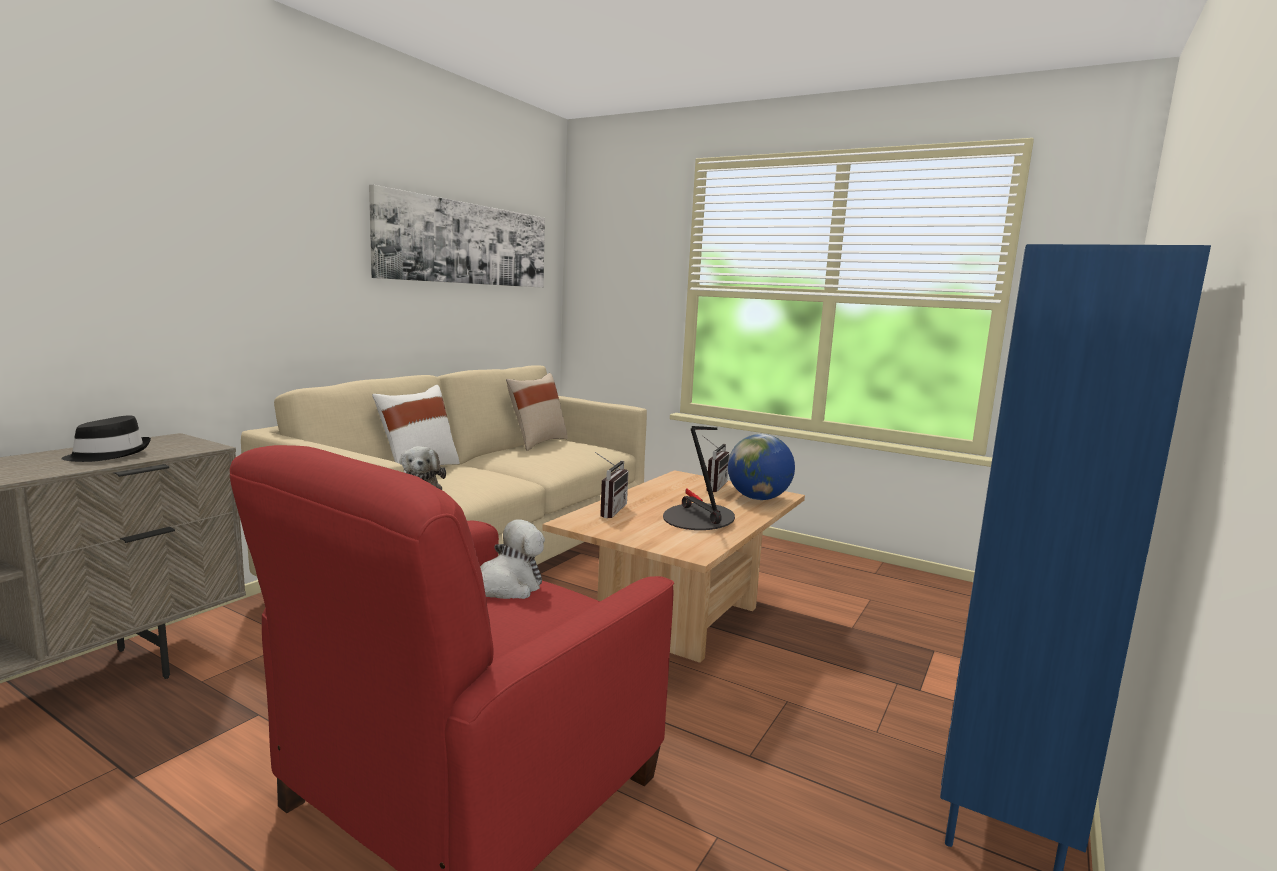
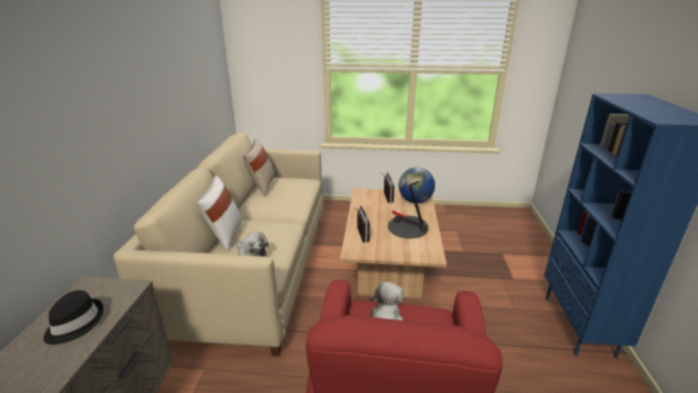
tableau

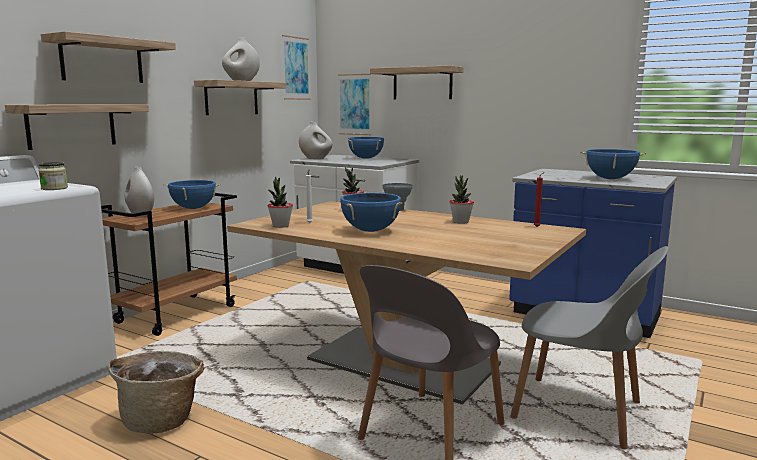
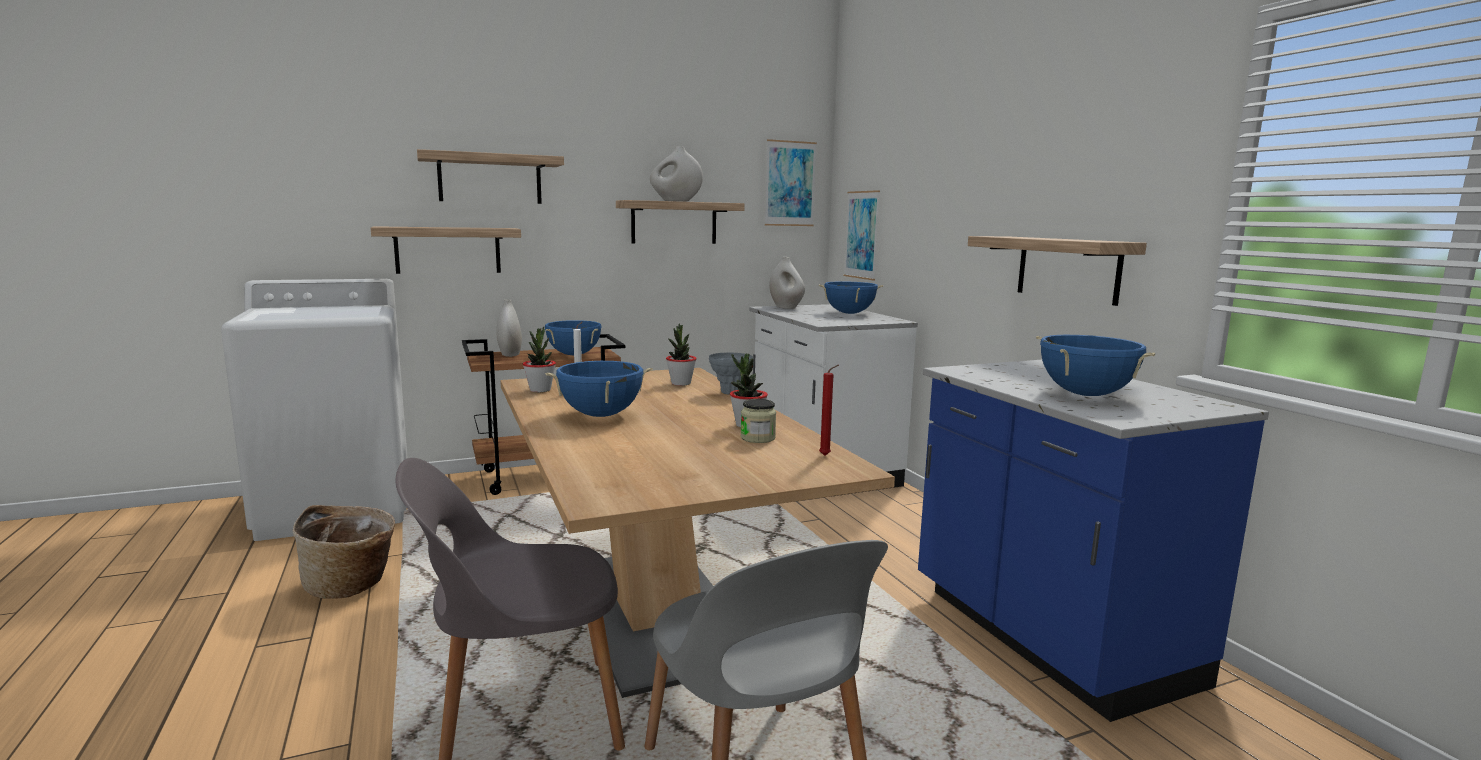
bocal
étagère (4th from left)

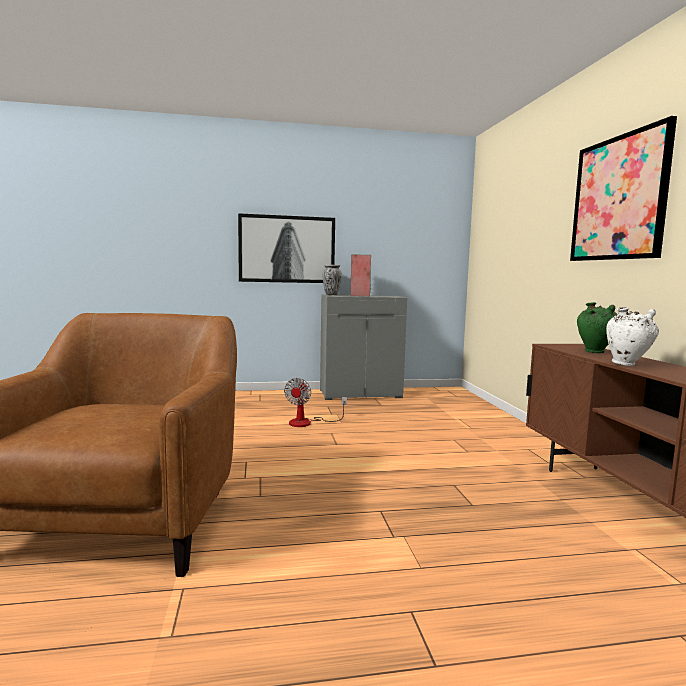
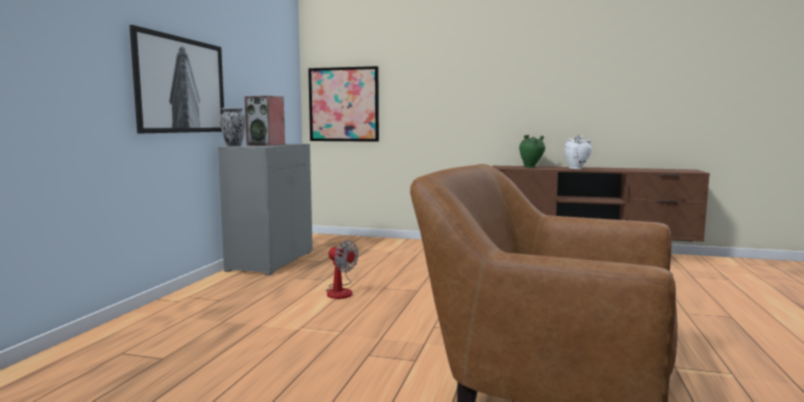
tableau (2nd from left)

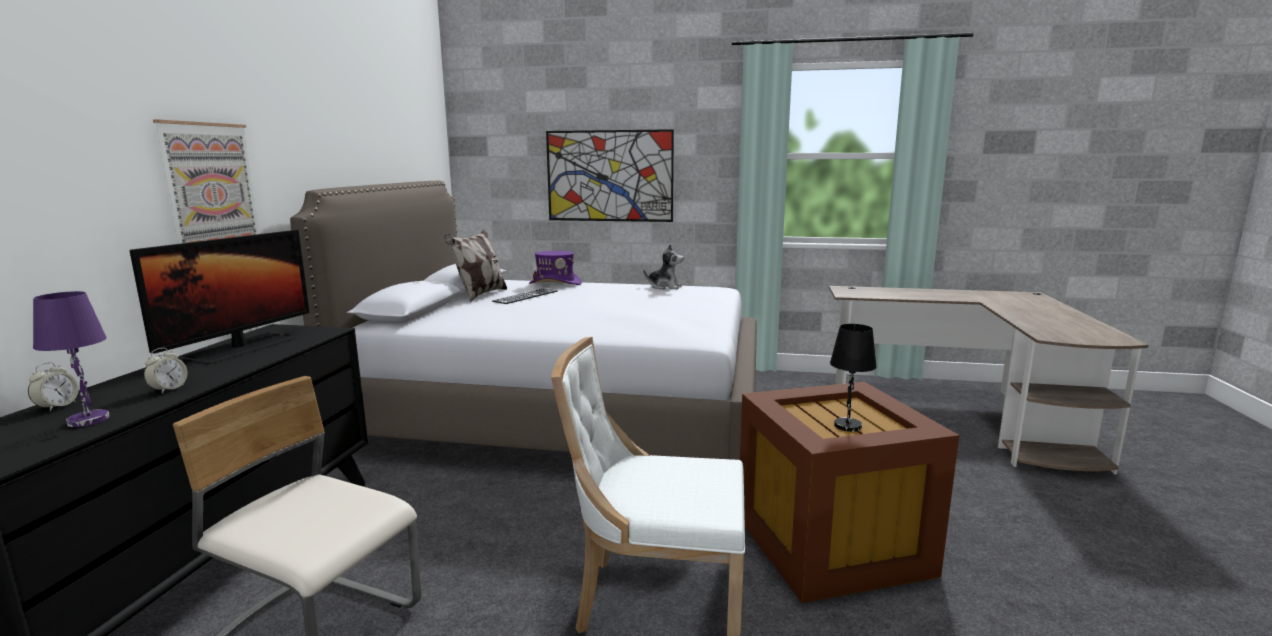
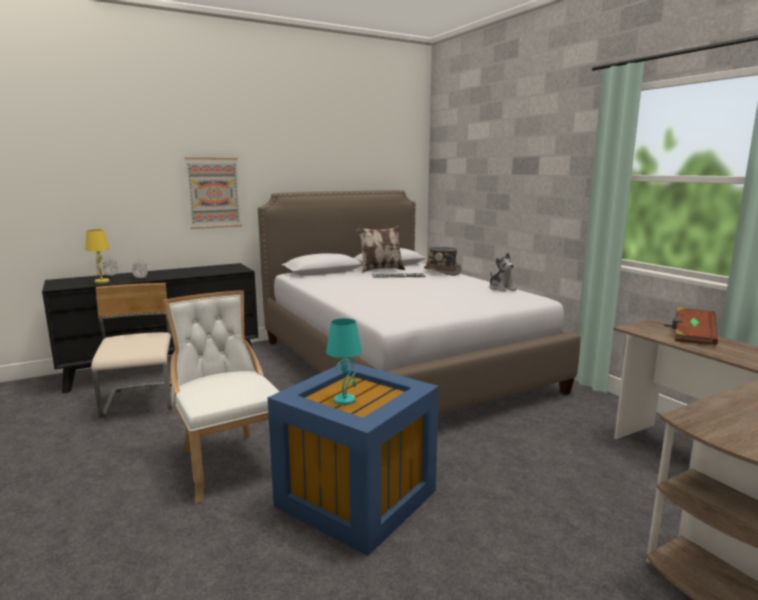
lampe de table/jaune
écran d'ordinateur
chapeau/gris
tableau (2nd from left in the first image)
boîte de rangement/bleu
lampe de table/turquoise
livre/marron

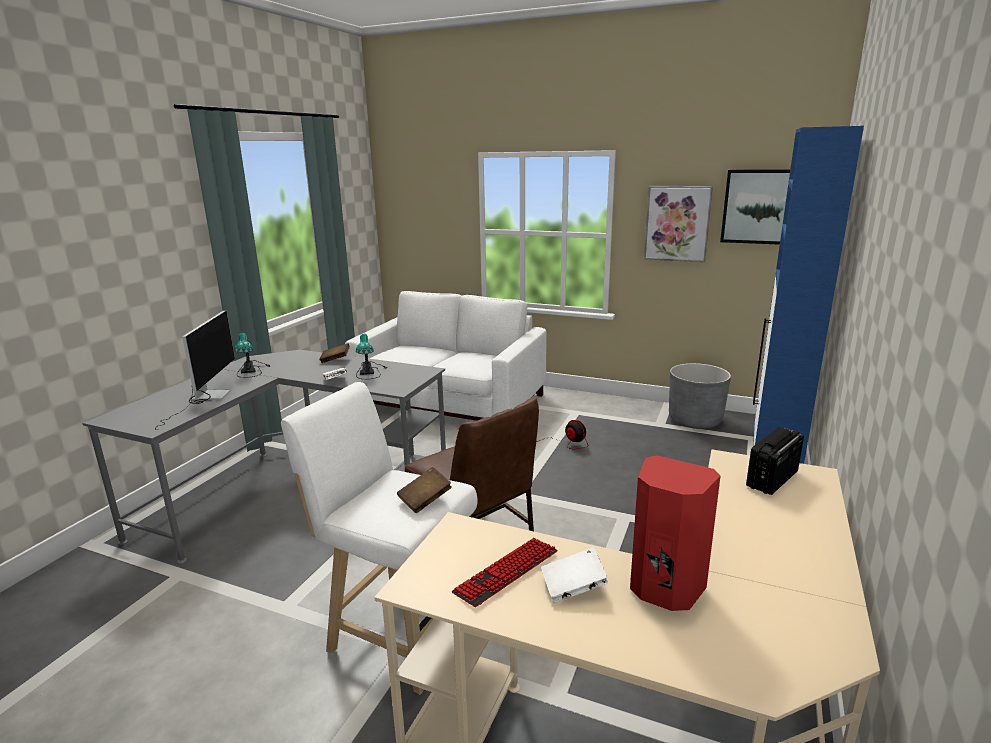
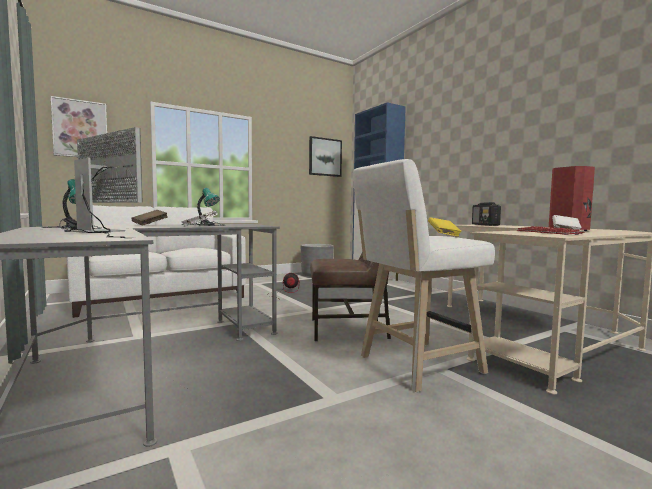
livre/jaune
tableau (1st from left)

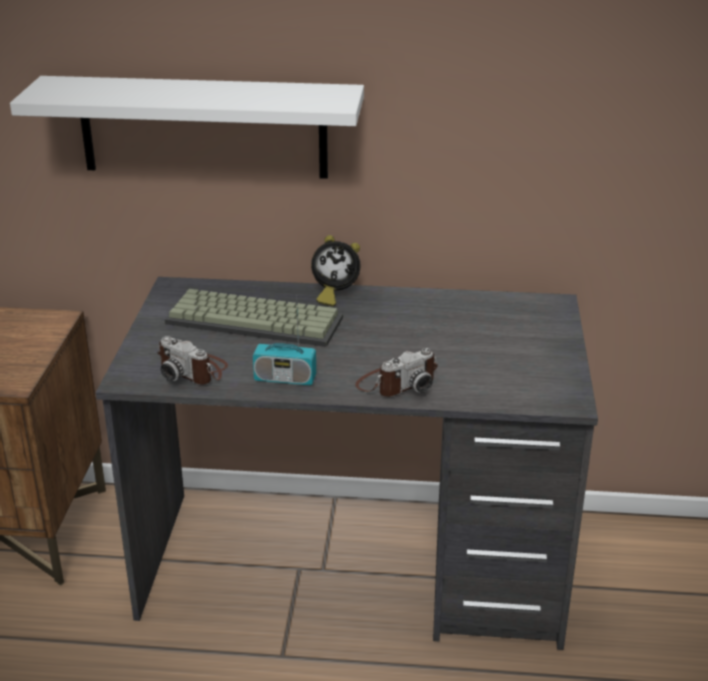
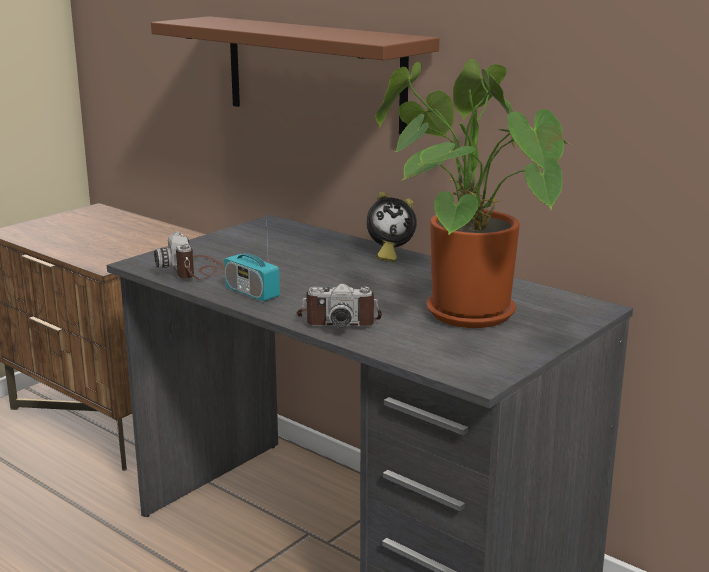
étagère/marron
clavier
réveil
plante en pot

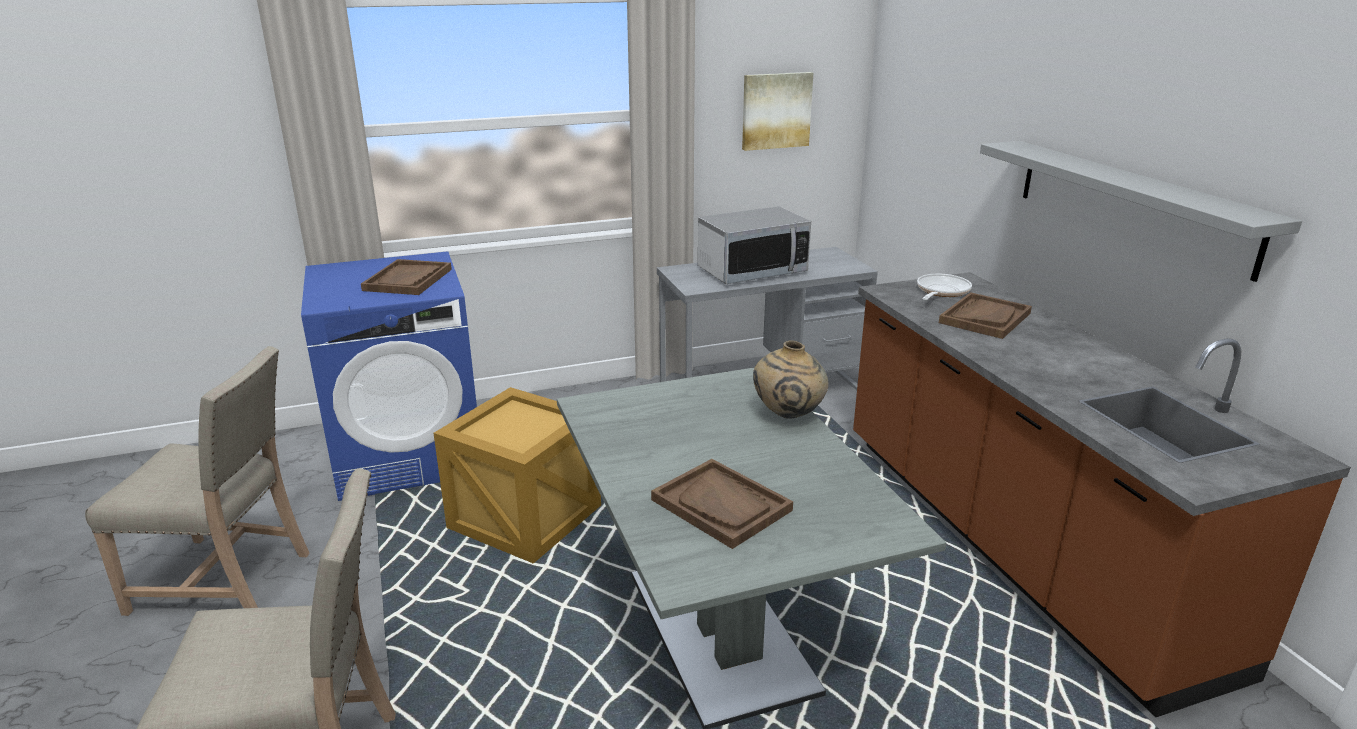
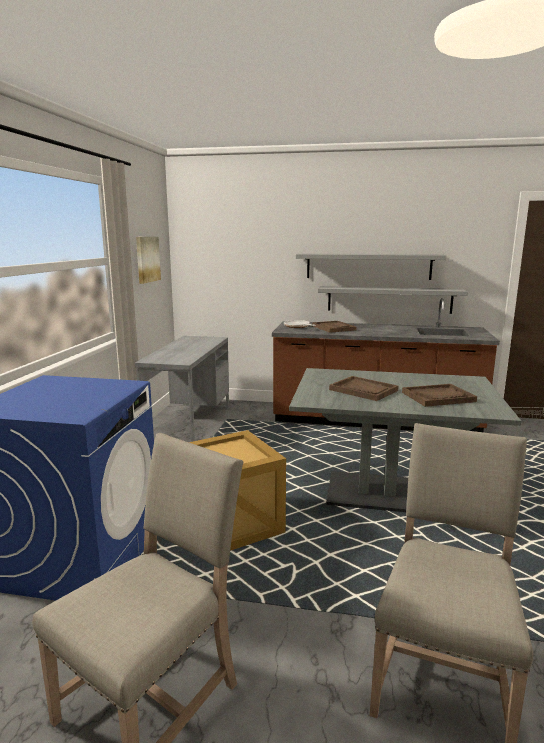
plateau/marron (2nd from left)
micro-ondes
vase/beige
étagère/gris (2nd from left)

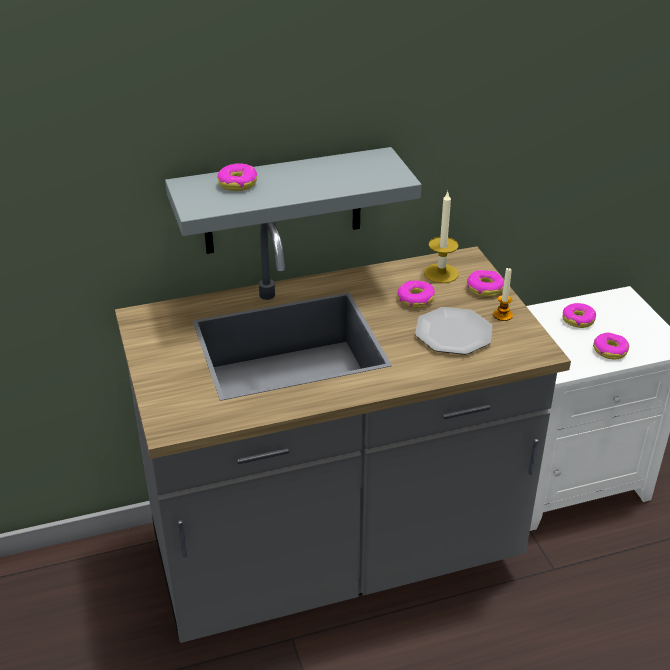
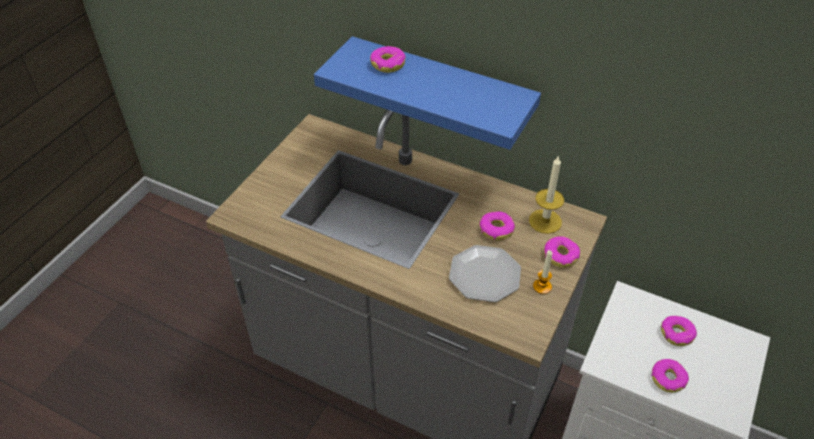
étagère/bleu

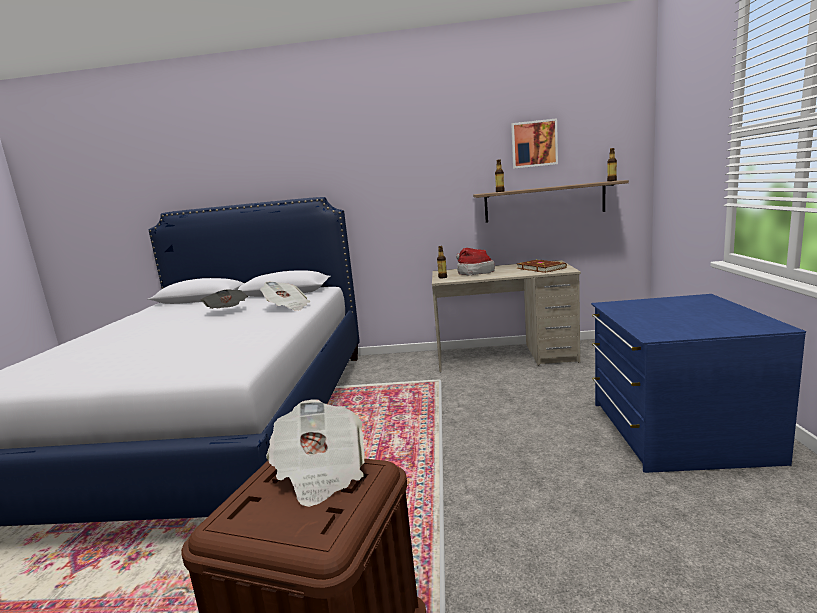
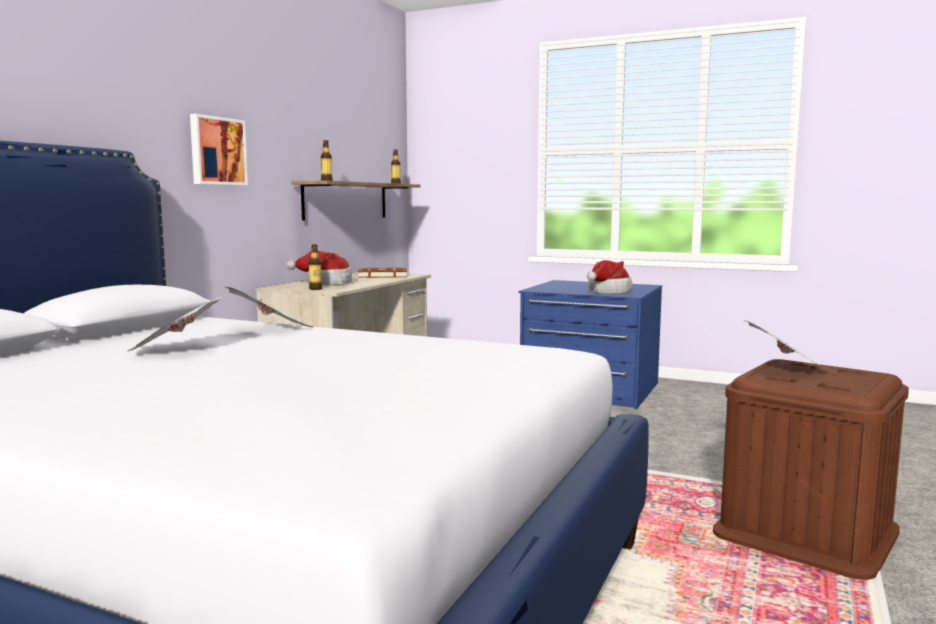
tableau
chapeau (2nd from left)

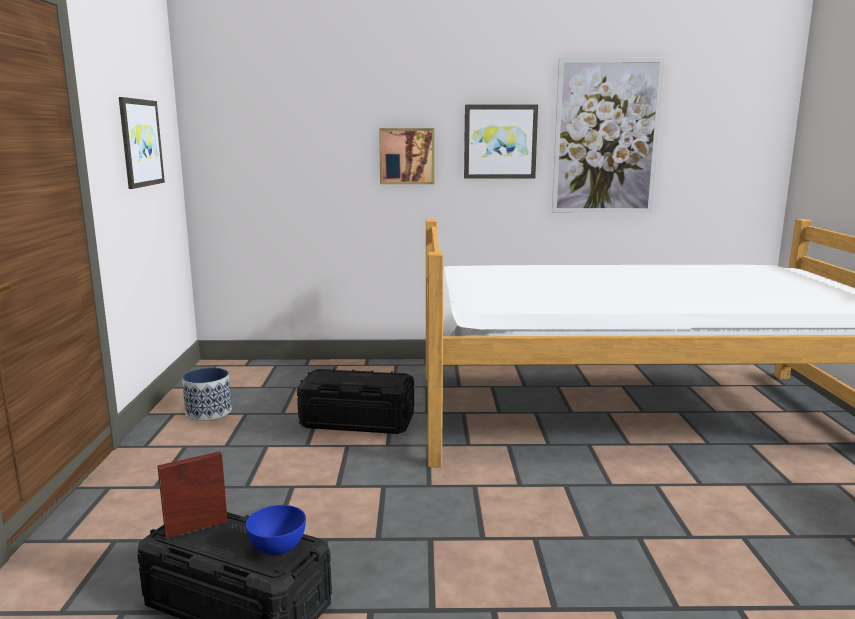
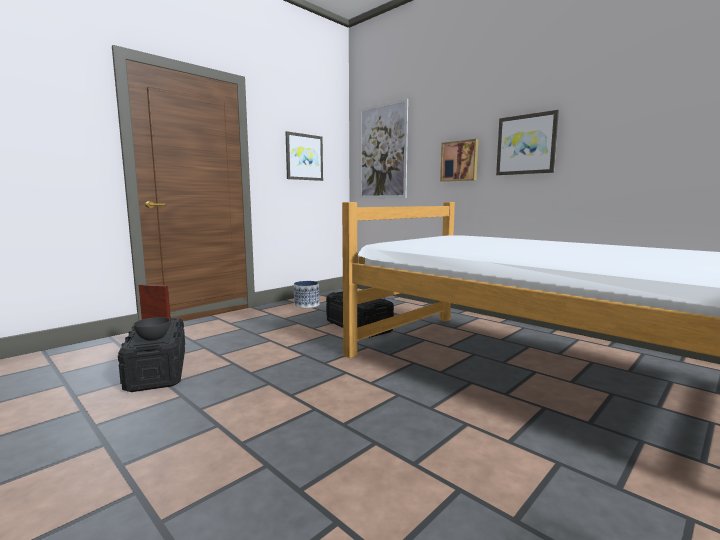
bol/gris
tableau (2nd from left)

